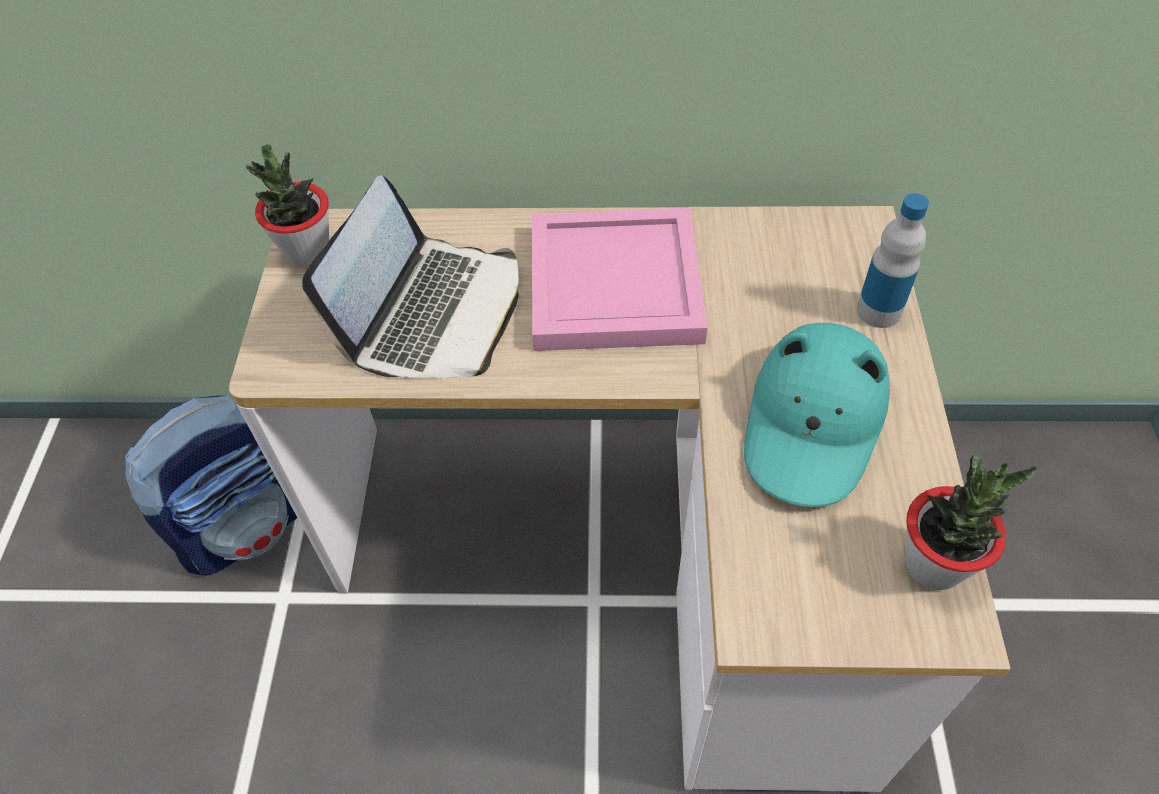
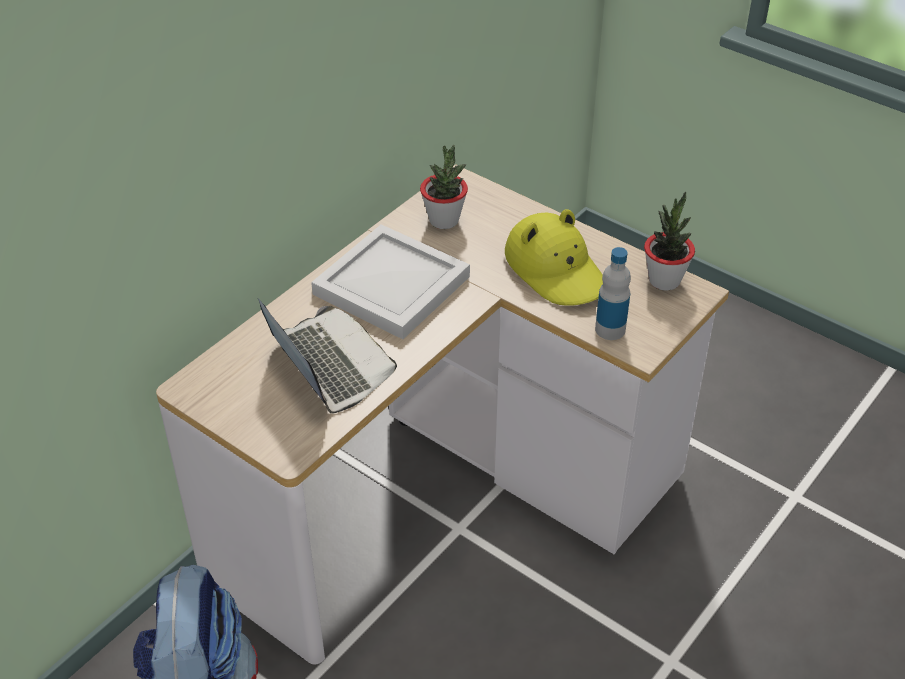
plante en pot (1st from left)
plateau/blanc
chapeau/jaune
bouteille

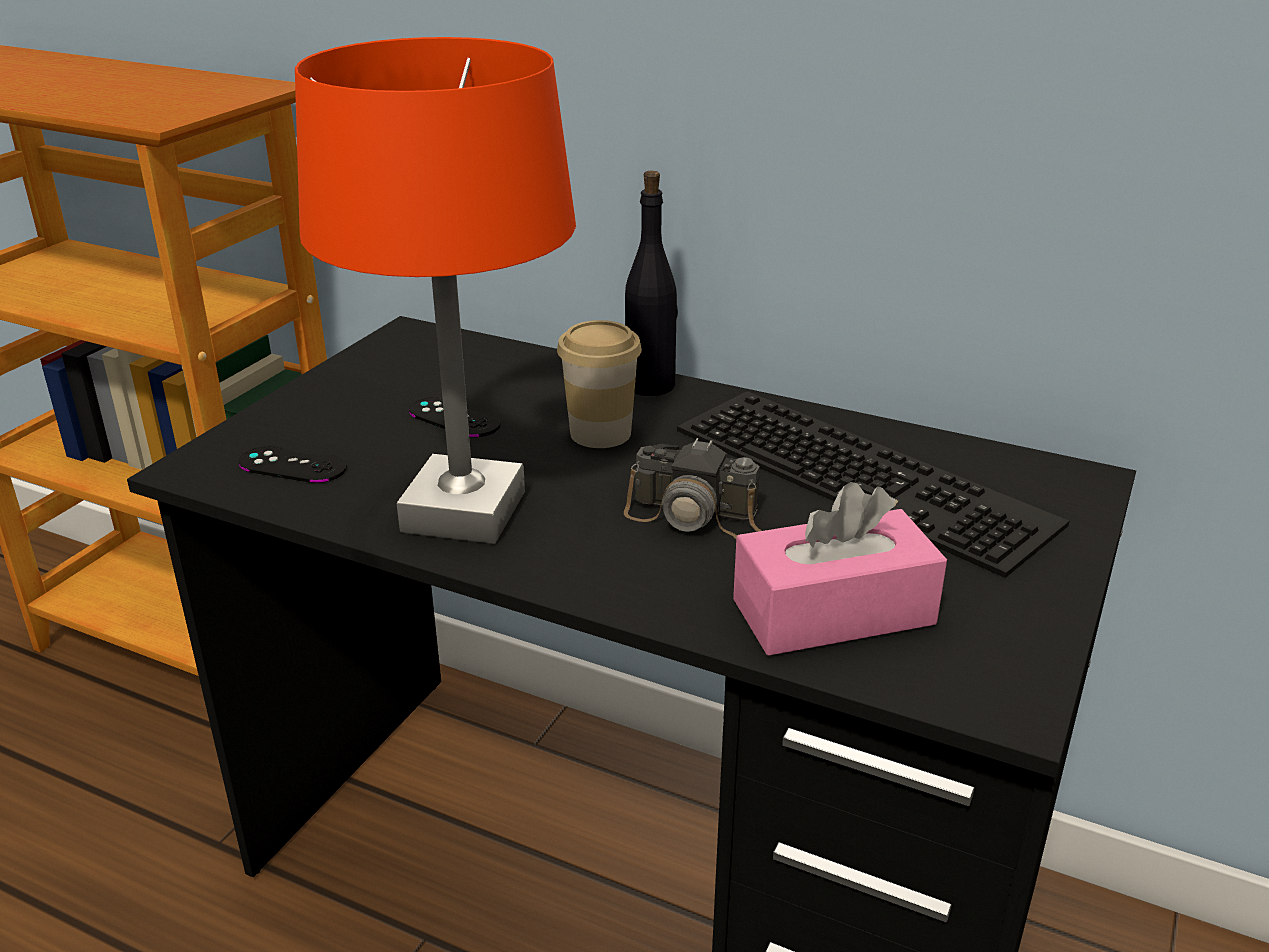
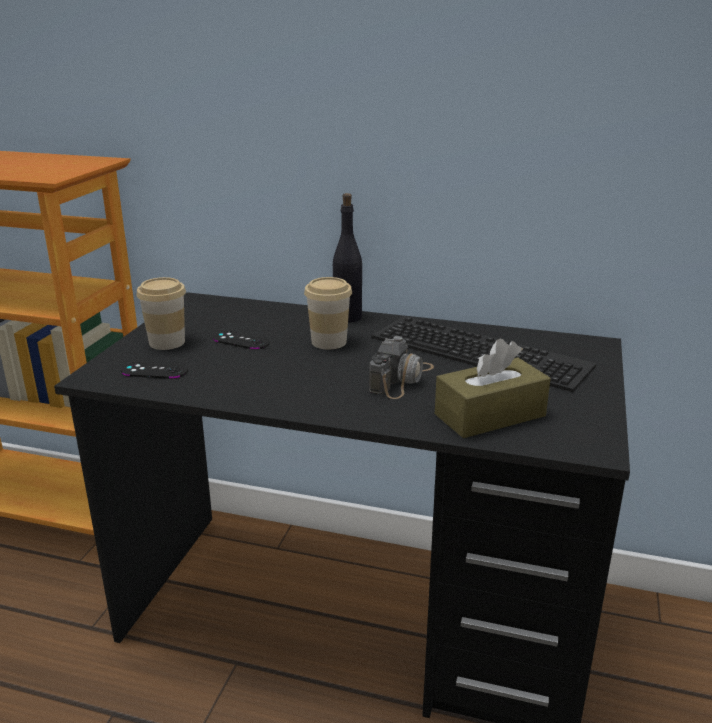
lampe de table/orange
appareil photo
boîte à mouchoirs/marron
tasse (1st from left)

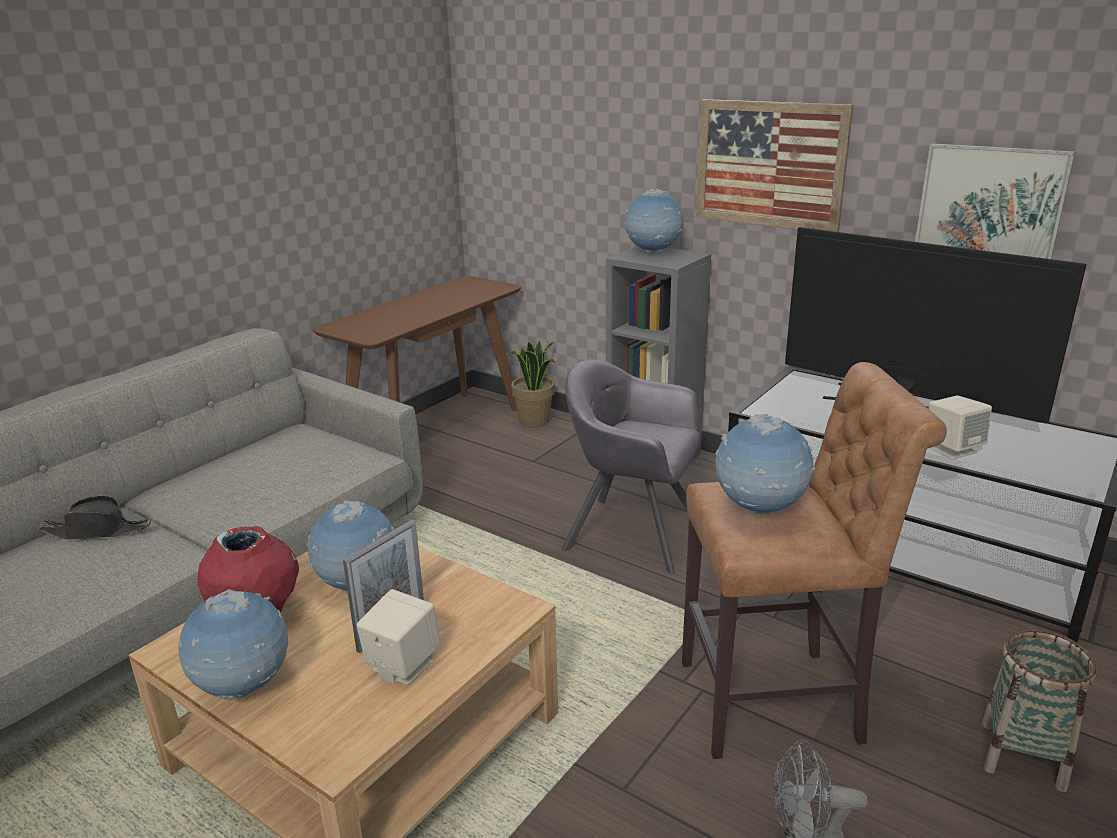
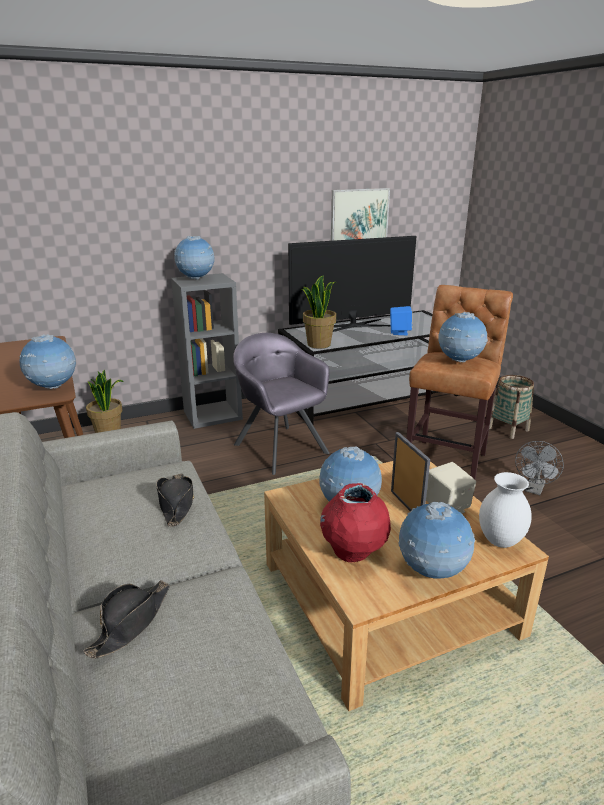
fauteuil/gris
tableau (1st from left in the first image)
enceinte/bleu
globe (1st from left)
chapeau/noir (2nd from left)
plante en pot (2nd from left)
vase/blanc

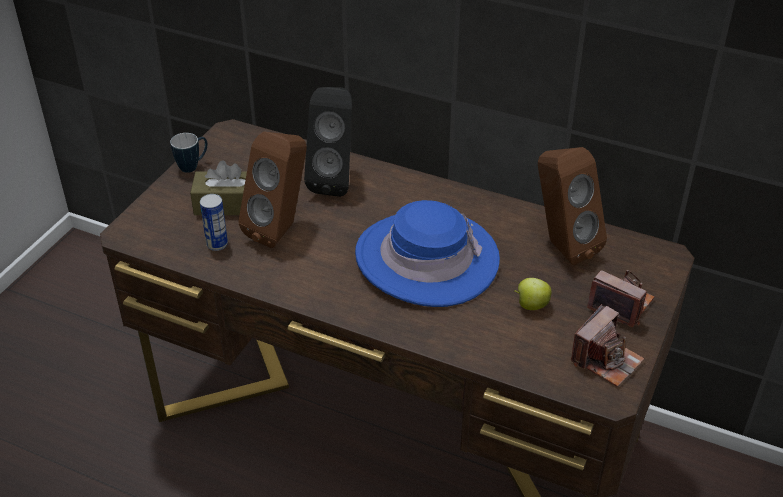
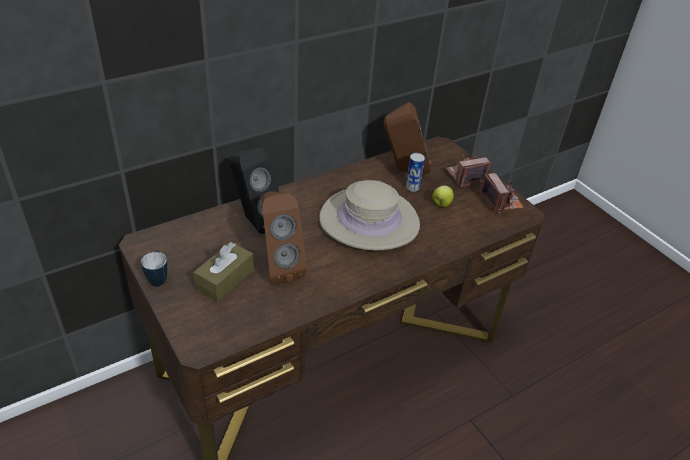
boîte métallique
chapeau/beige

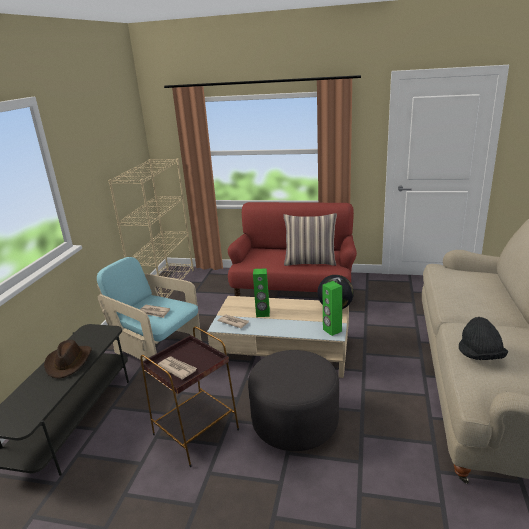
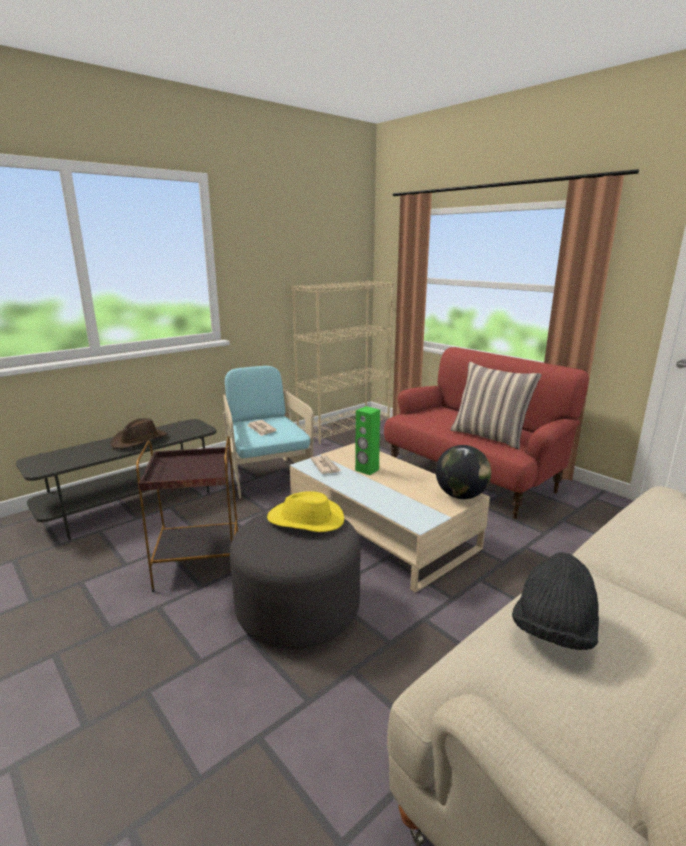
journal (2nd from left in the first image)
enceinte/vert (2nd from left in the first image)
chapeau/jaune

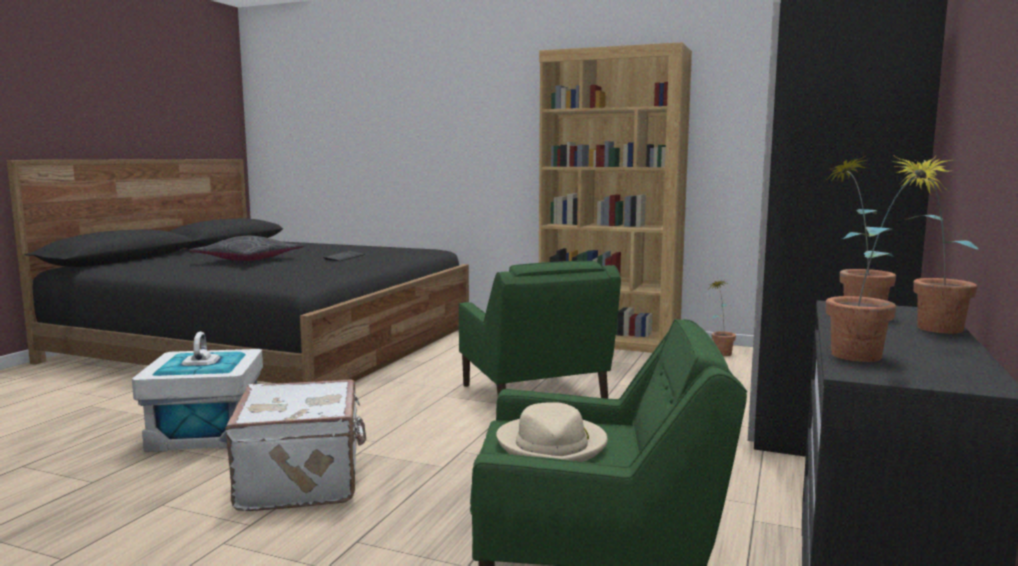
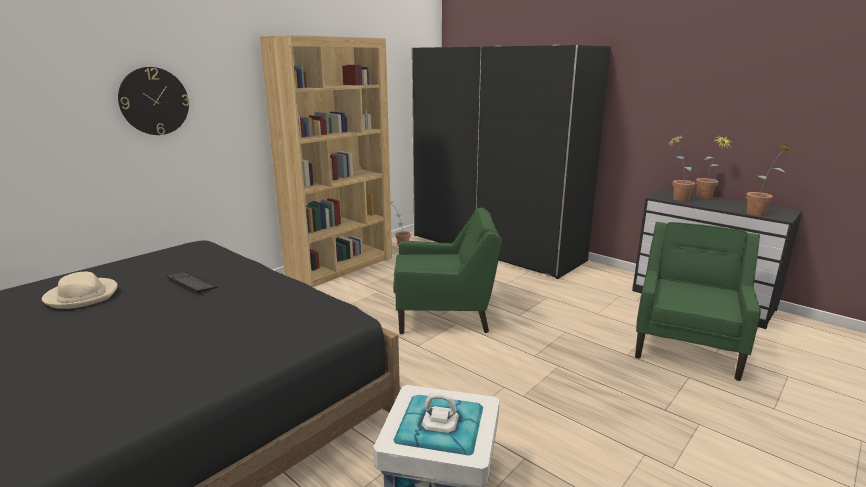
coussin/gris
valise/blanc
chapeau/beige
horloge murale

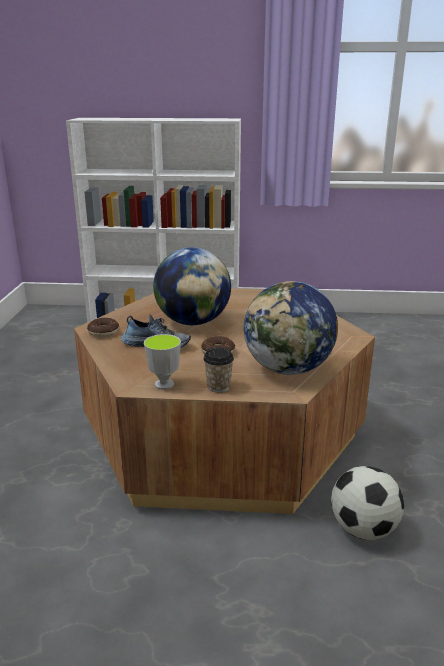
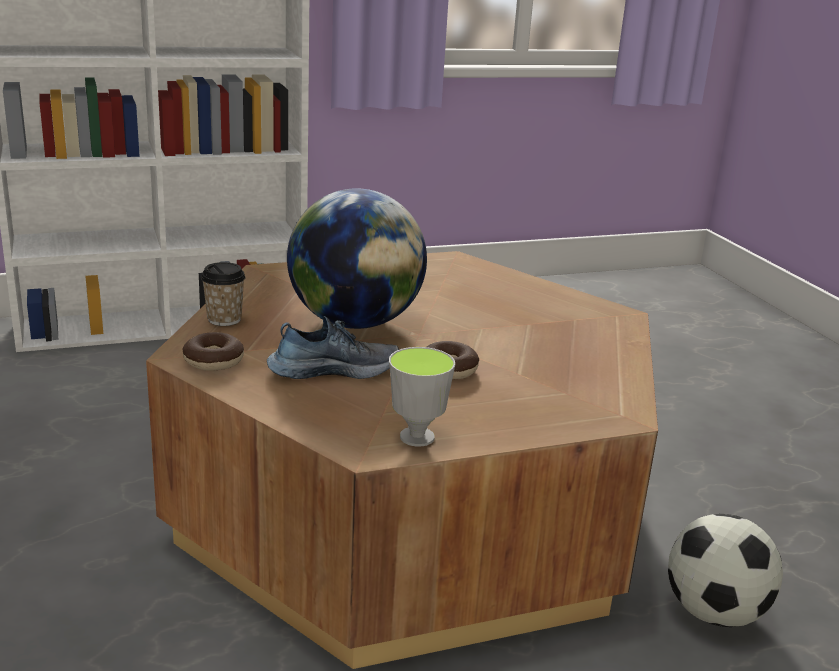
tasse (1st from left)
globe (2nd from left in the first image)

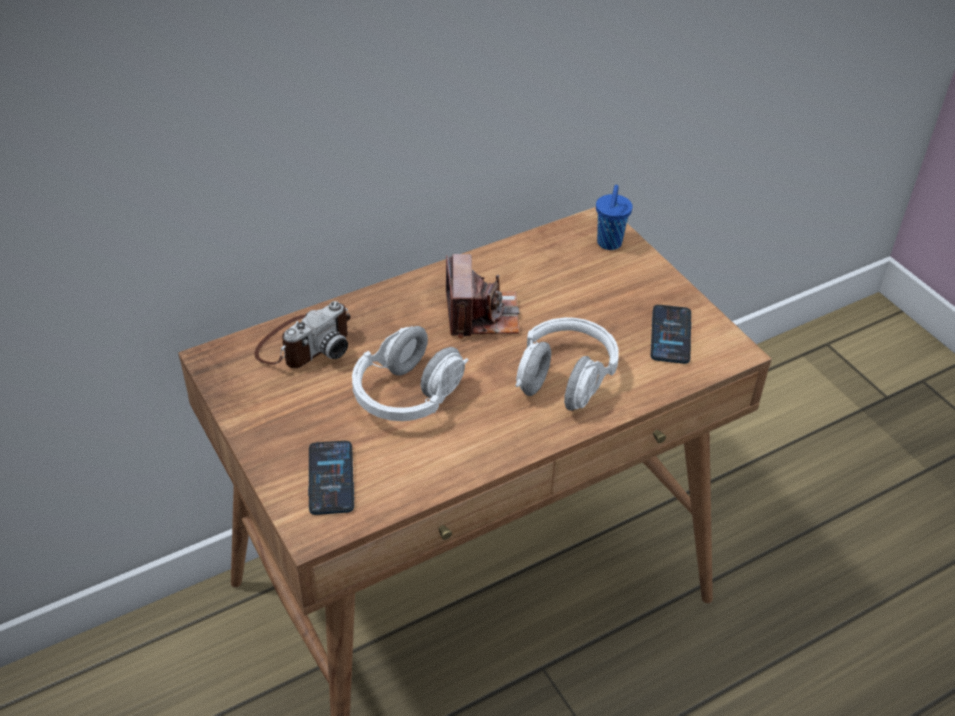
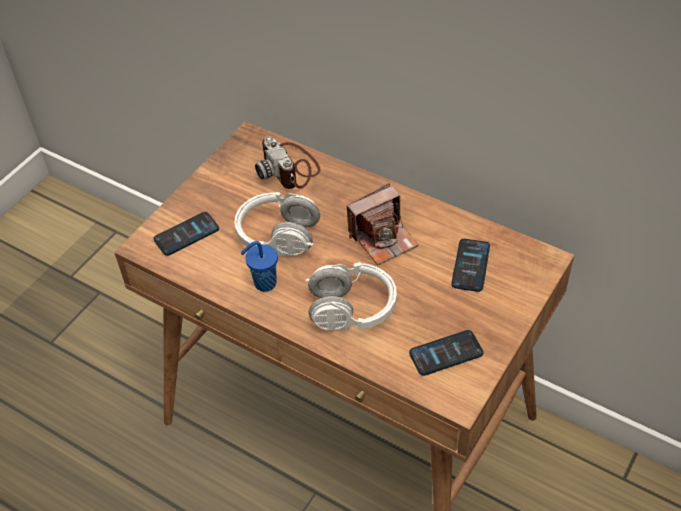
appareil photo (1st from left)
tasse/bleu
téléphone (3rd from left)

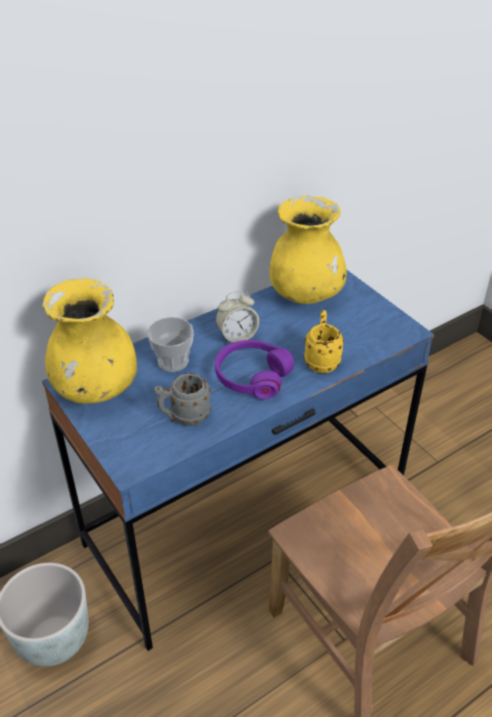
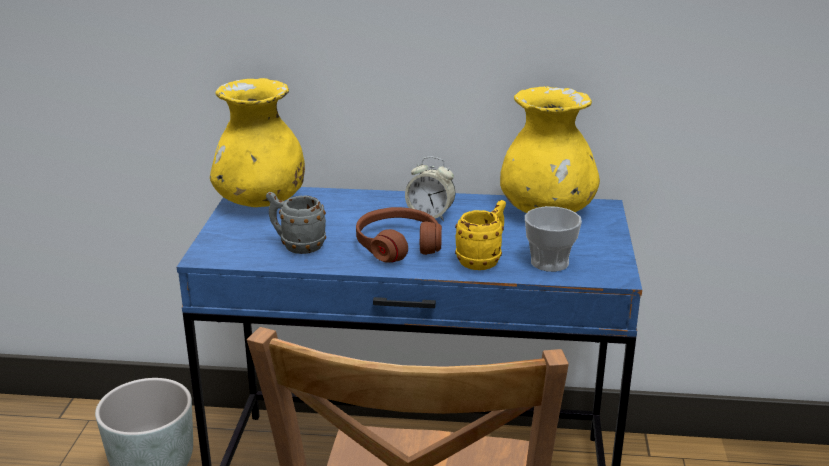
tasse
casque audio/marron

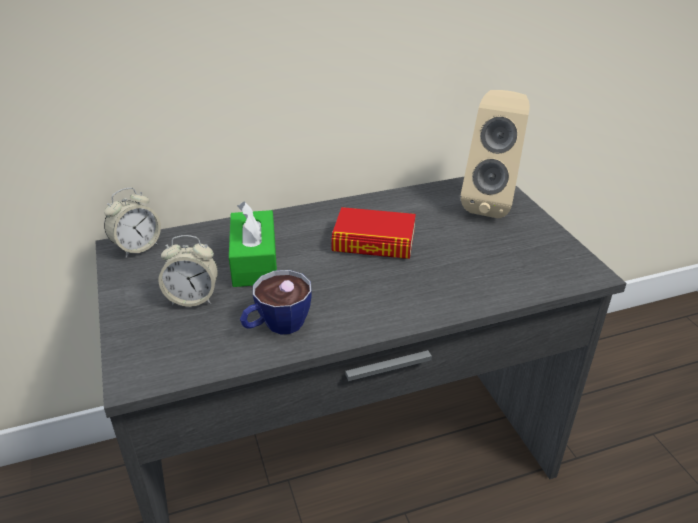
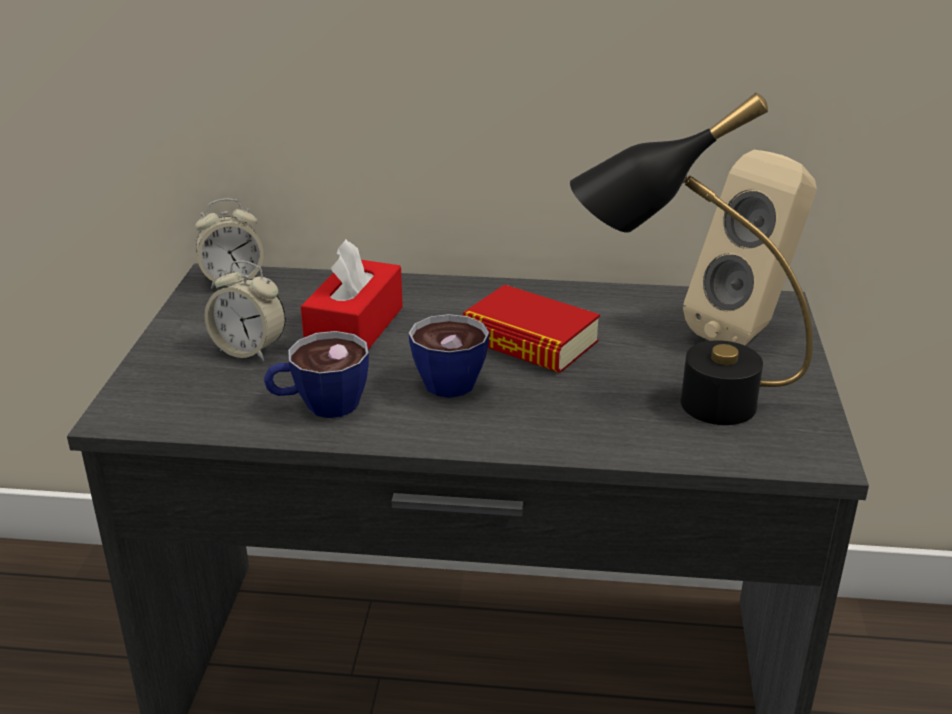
boîte à mouchoirs/rouge
tasse (2nd from left)
lampe de table/noir

